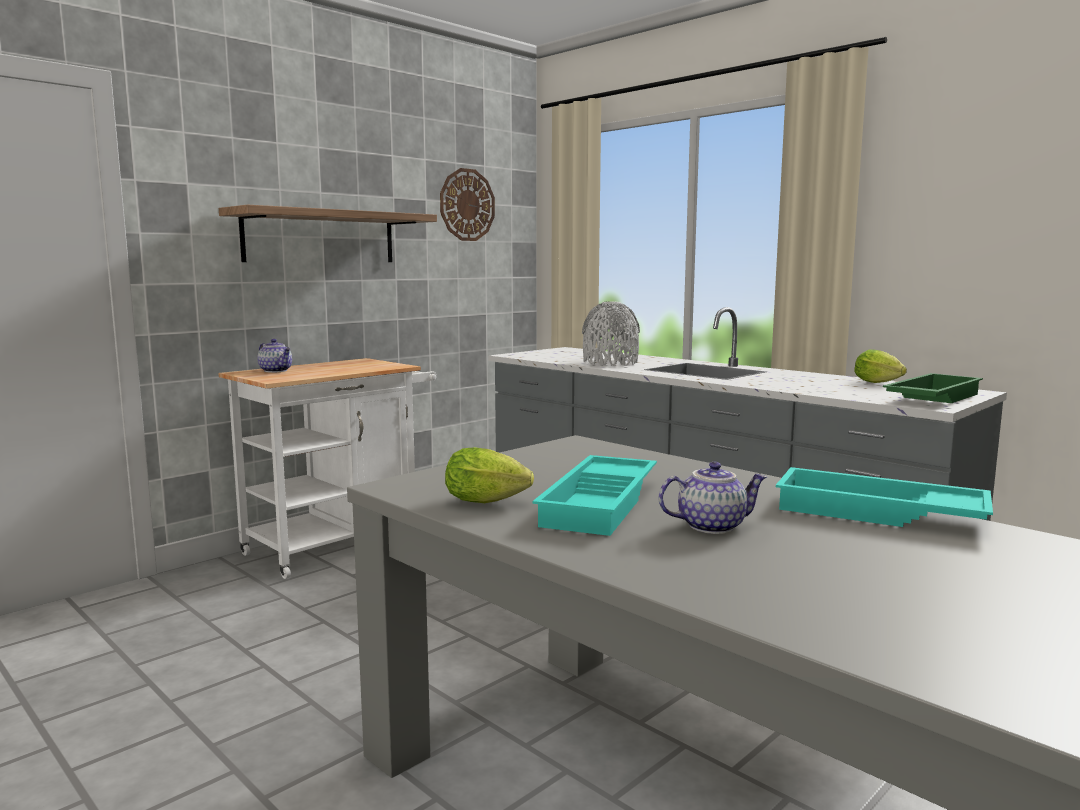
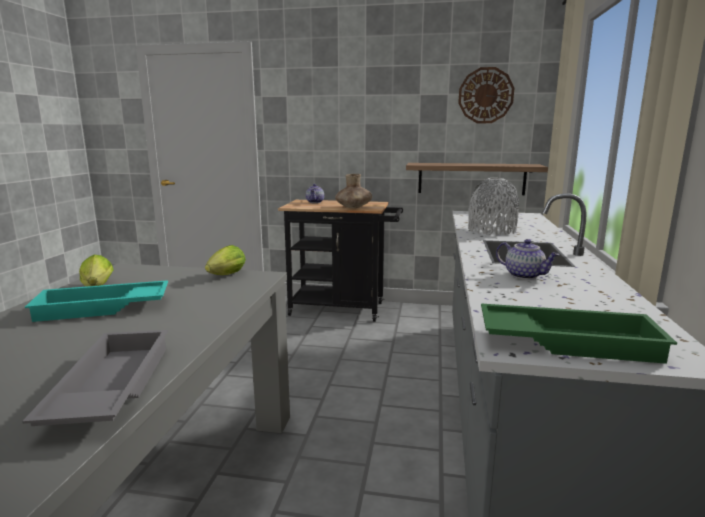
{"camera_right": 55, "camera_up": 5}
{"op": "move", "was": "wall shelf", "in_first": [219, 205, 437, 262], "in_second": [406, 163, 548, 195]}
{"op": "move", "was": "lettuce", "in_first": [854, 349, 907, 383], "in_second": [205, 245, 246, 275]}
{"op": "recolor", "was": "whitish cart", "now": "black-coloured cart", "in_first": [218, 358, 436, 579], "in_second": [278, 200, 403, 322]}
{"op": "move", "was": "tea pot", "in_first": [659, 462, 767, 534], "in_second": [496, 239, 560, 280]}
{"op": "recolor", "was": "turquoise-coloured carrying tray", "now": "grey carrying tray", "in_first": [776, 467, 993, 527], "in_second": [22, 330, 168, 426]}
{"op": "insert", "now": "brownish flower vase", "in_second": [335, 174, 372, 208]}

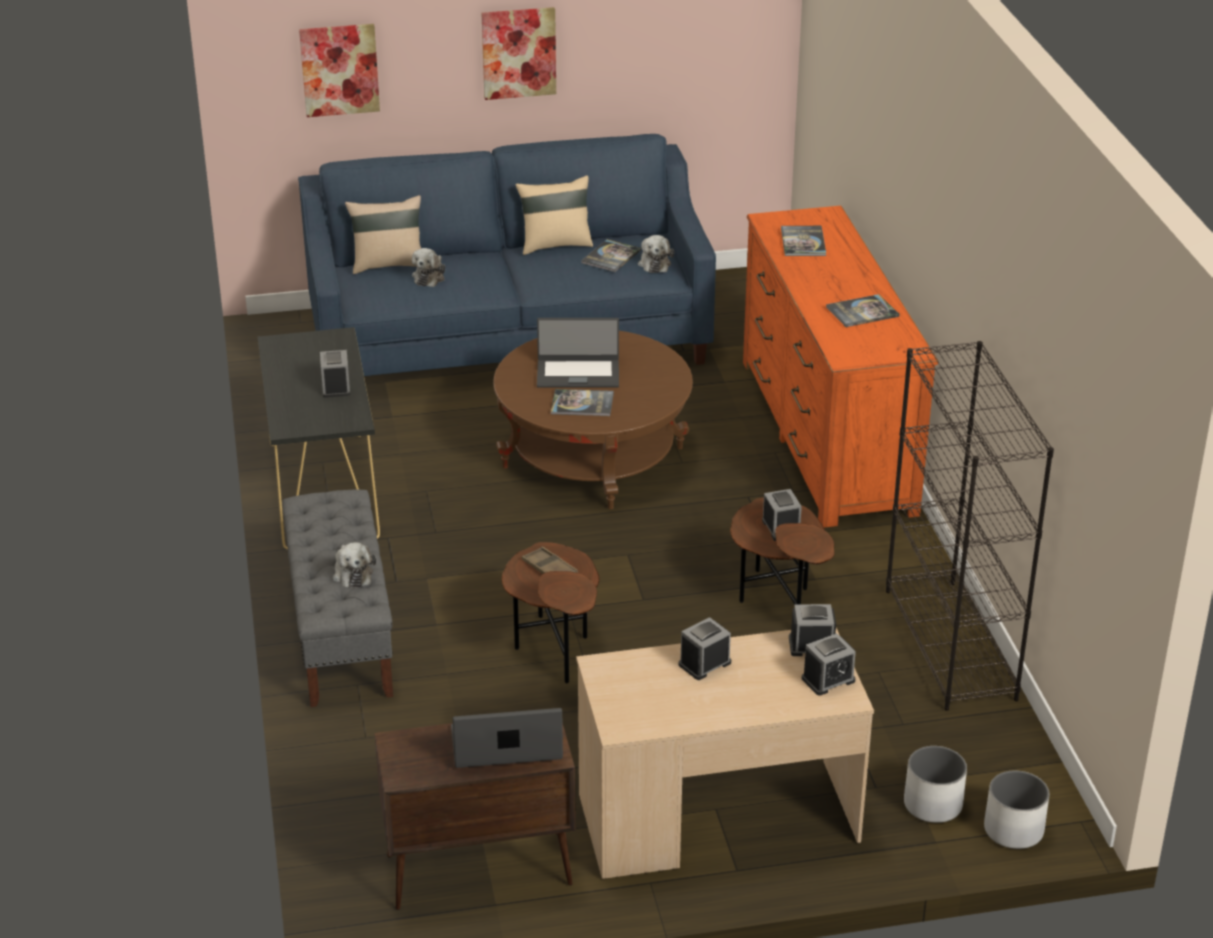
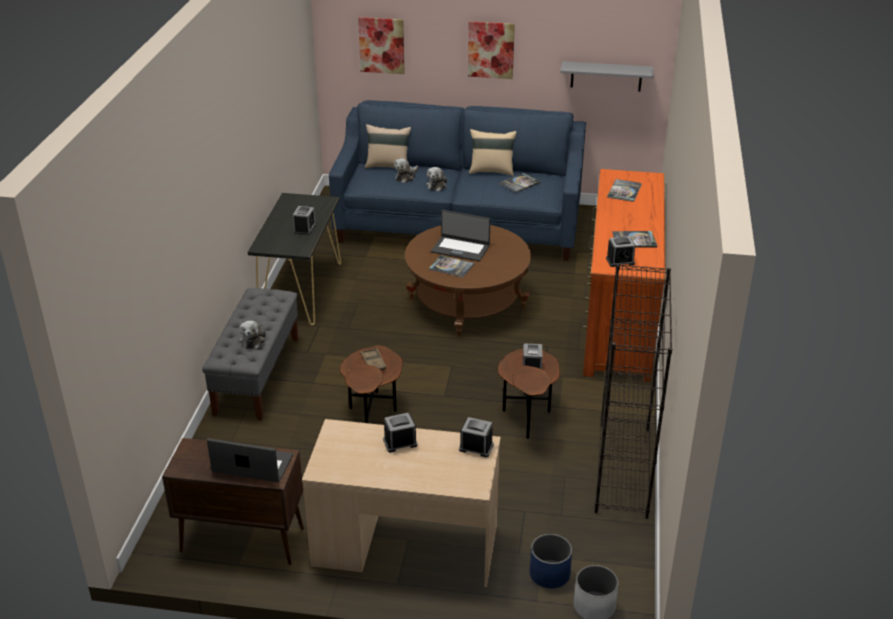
{"camera_right": 20, "camera_up": 0}
{"op": "move", "was": "soft toy", "in_first": [638, 235, 674, 273], "in_second": [426, 167, 447, 191]}
{"op": "move", "was": "bedside clock", "in_first": [802, 633, 856, 696], "in_second": [606, 236, 635, 267]}
{"op": "recolor", "was": "whitish flower pot", "now": "blue-coloured flower pot", "in_first": [904, 746, 967, 823], "in_second": [530, 534, 572, 589]}
{"op": "insert", "now": "grey wall shelf", "in_second": [560, 61, 653, 92]}

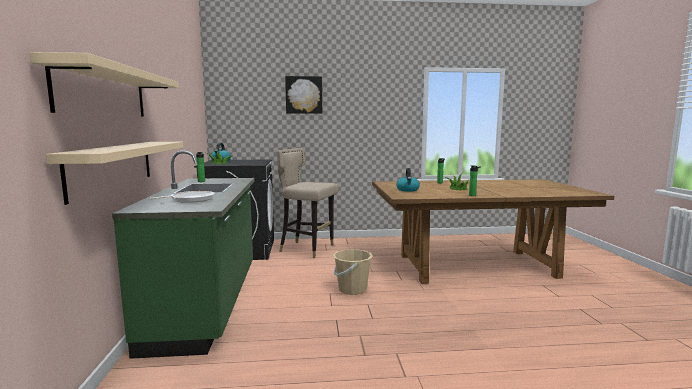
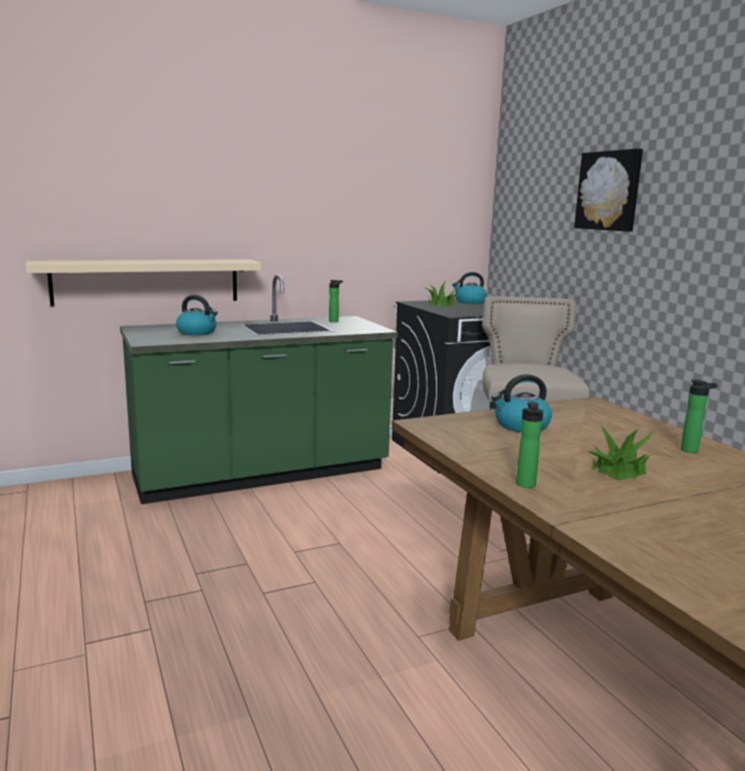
{"camera_right": 70, "camera_up": 5}
{"op": "delete", "was": "beige wall shelf", "in_first": [30, 52, 179, 117]}
{"op": "replace", "was": "skillet", "now": "kettle", "in_first": [149, 191, 214, 203], "in_second": [176, 295, 218, 335]}
{"op": "delete", "was": "beige bucket", "in_first": [333, 249, 373, 295]}

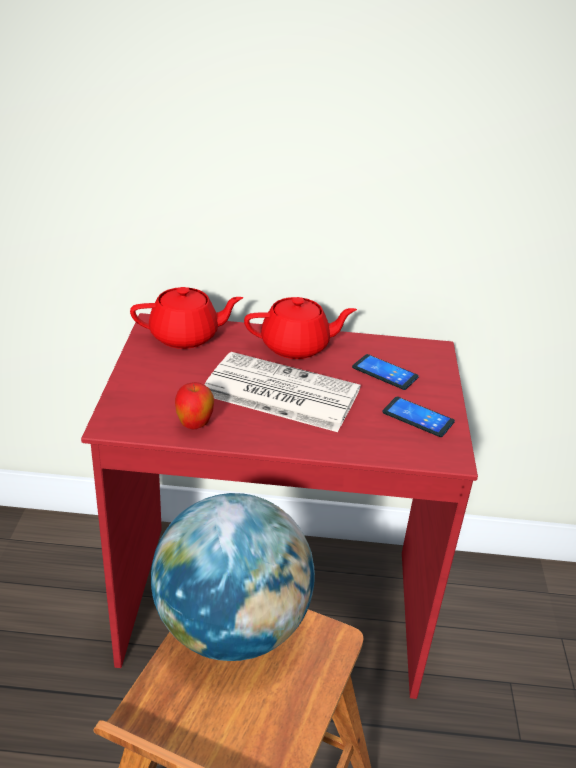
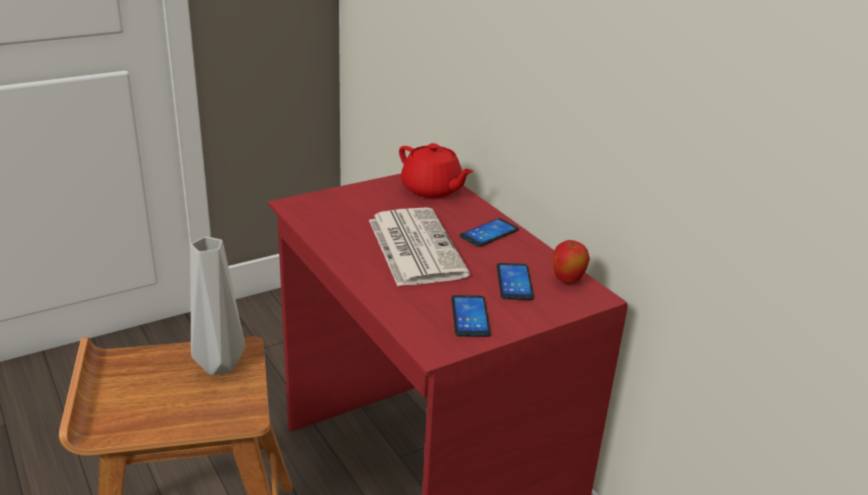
{"camera_right": 55, "camera_up": -5}
{"op": "replace", "was": "red-coloured tea pot", "now": "phone", "in_first": [244, 297, 357, 359], "in_second": [460, 218, 519, 247]}
{"op": "move", "was": "apple fruit", "in_first": [175, 382, 214, 429], "in_second": [553, 240, 590, 284]}
{"op": "replace", "was": "world globe", "now": "grey flower vase", "in_first": [151, 493, 315, 661], "in_second": [190, 237, 245, 375]}

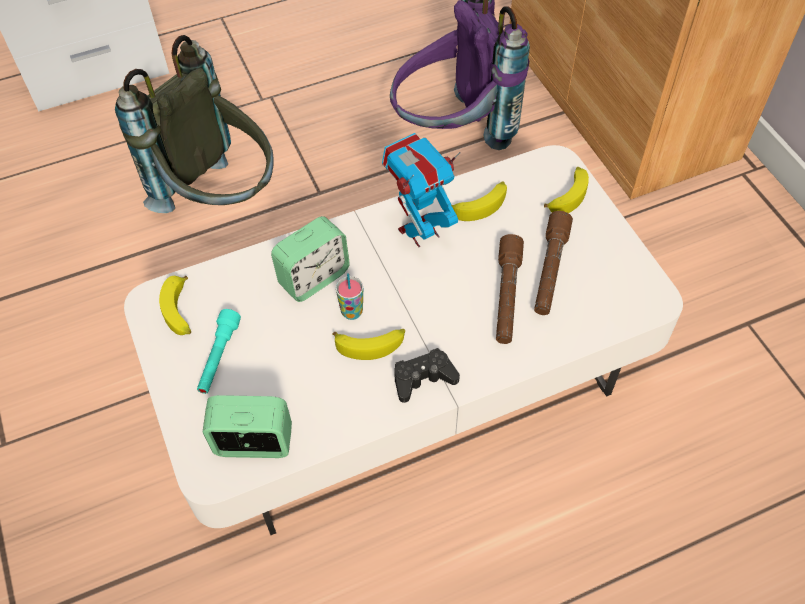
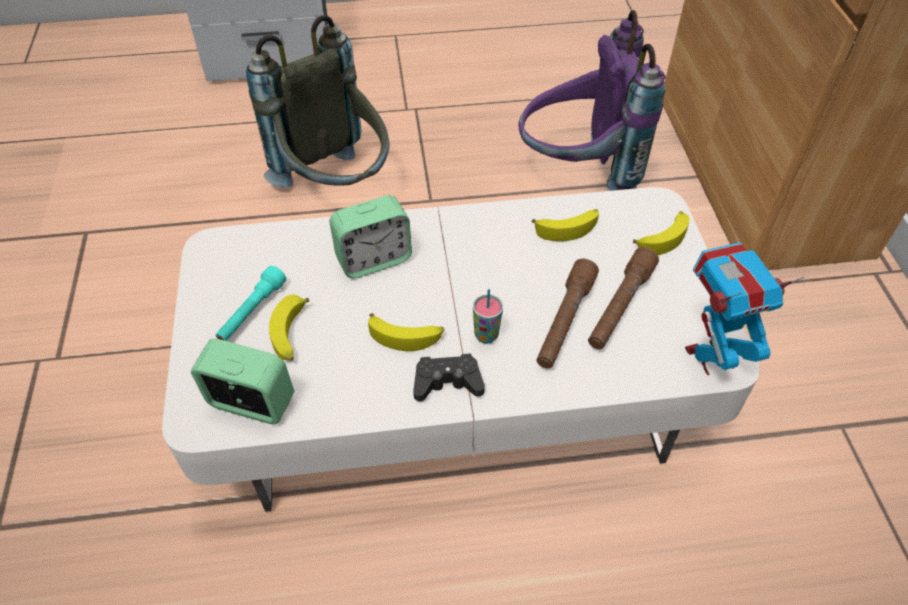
{"camera_right": 15, "camera_up": -5}
{"op": "move", "was": "robot figure", "in_first": [382, 133, 461, 247], "in_second": [685, 242, 804, 375]}
{"op": "move", "was": "small cup", "in_first": [336, 273, 363, 320], "in_second": [473, 289, 503, 344]}
{"op": "move", "was": "banana fruit", "in_first": [159, 275, 191, 335], "in_second": [269, 294, 309, 361]}

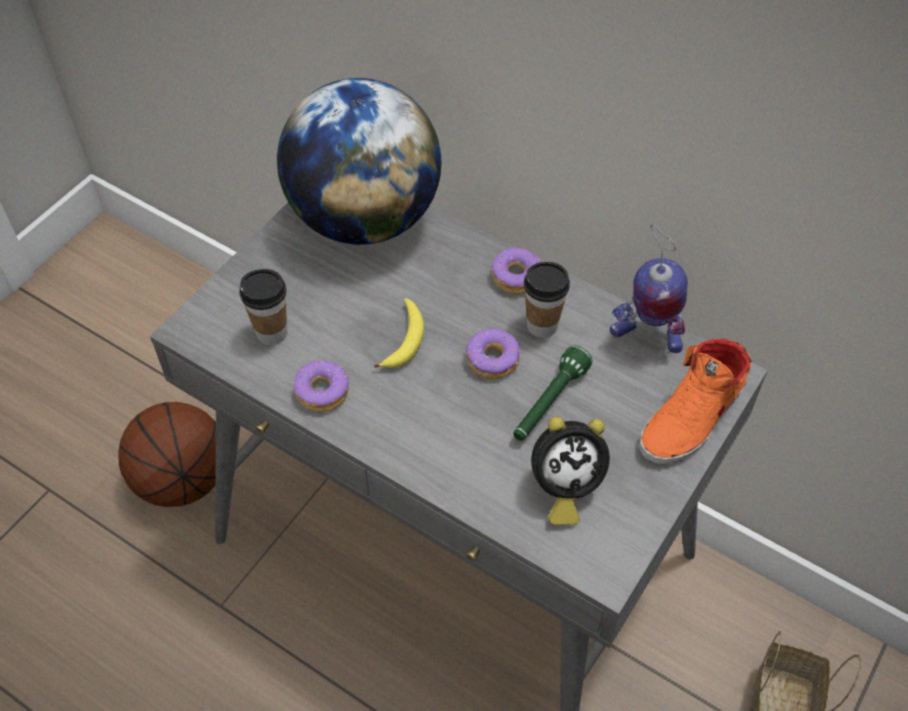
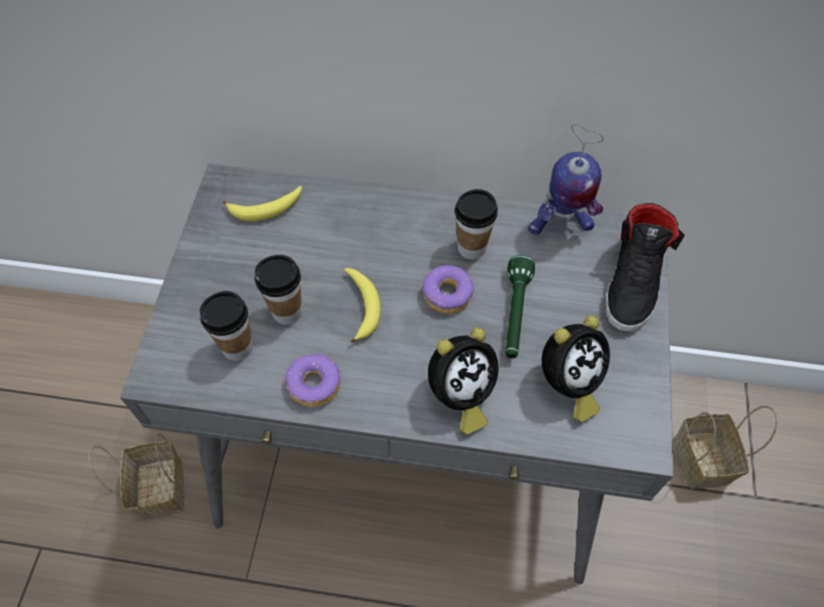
{"camera_right": -25, "camera_up": 5}
{"op": "replace", "was": "world globe", "now": "banana fruit", "in_first": [277, 78, 441, 245], "in_second": [223, 186, 302, 221]}
{"op": "delete", "was": "doughnut", "in_first": [492, 248, 542, 294]}
{"op": "recolor", "was": "orangey item of footwear", "now": "black-coloured item of footwear", "in_first": [639, 338, 752, 464], "in_second": [606, 203, 685, 332]}
{"op": "replace", "was": "basketball", "now": "basket", "in_first": [118, 402, 216, 507], "in_second": [88, 433, 184, 520]}
{"op": "insert", "now": "small cup", "in_second": [255, 255, 302, 325]}
{"op": "insert", "now": "bedside clock", "in_second": [428, 327, 498, 434]}

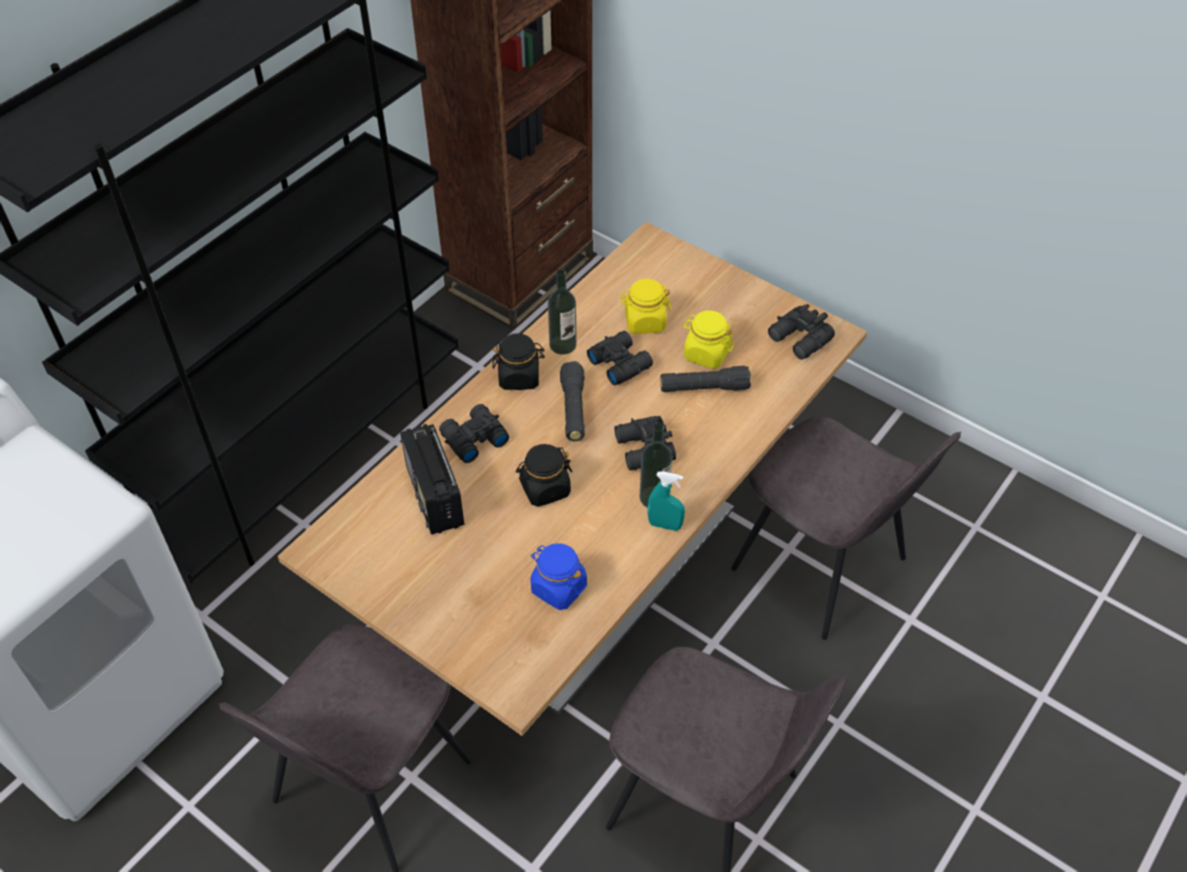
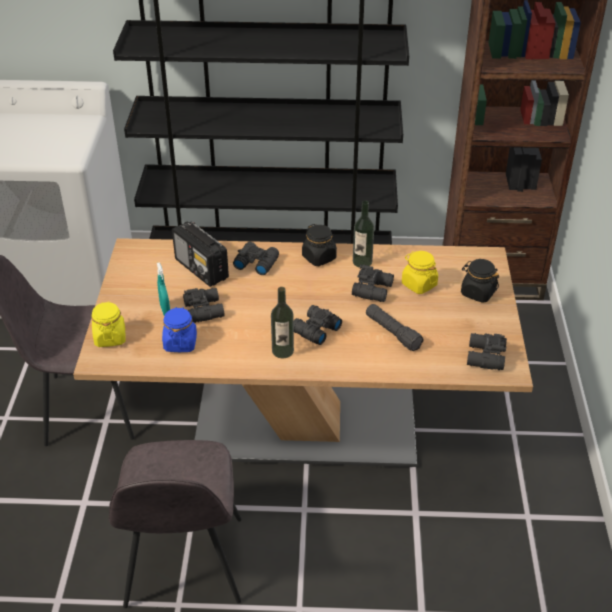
{"camera_right": 55, "camera_up": -10}
{"op": "move", "was": "yellowish storage jar", "in_first": [683, 310, 734, 369], "in_second": [91, 302, 126, 347]}
{"op": "delete", "was": "black-coloured torch", "in_first": [560, 361, 585, 442]}
{"op": "delete", "was": "grey plain chair", "in_first": [731, 416, 961, 640]}
{"op": "rotate", "was": "radio", "in_first": [400, 424, 464, 535], "in_second": [172, 222, 229, 287], "clockwise": -75}
{"op": "move", "was": "black-coloured storage jar", "in_first": [516, 444, 572, 507], "in_second": [461, 259, 499, 303]}
{"op": "move", "was": "turquoise-coloured hand sprayer", "in_first": [647, 471, 685, 531], "in_second": [157, 262, 170, 316]}
{"op": "insert", "now": "black-coloured binoculars", "in_second": [183, 288, 225, 323]}

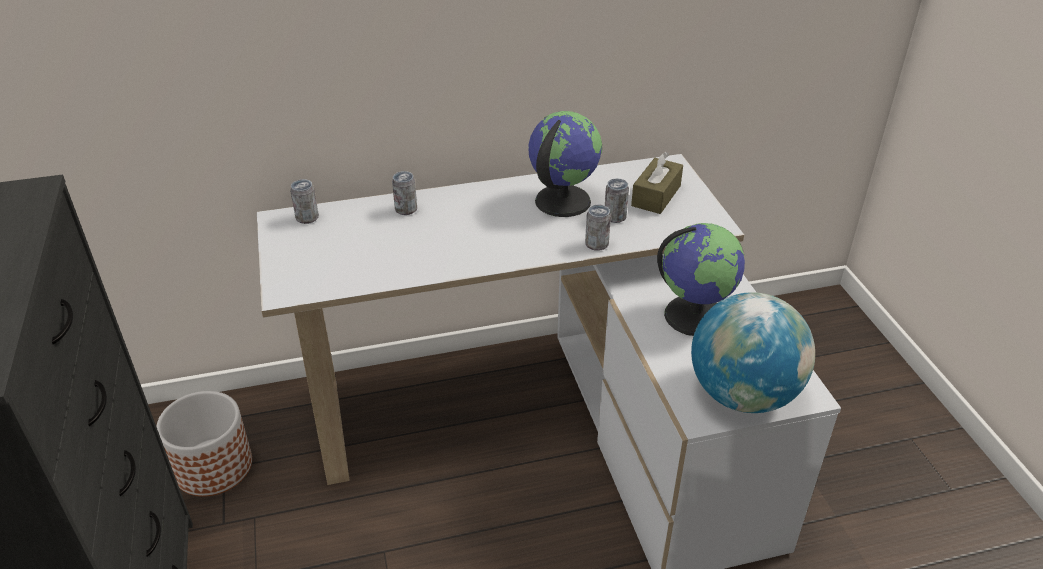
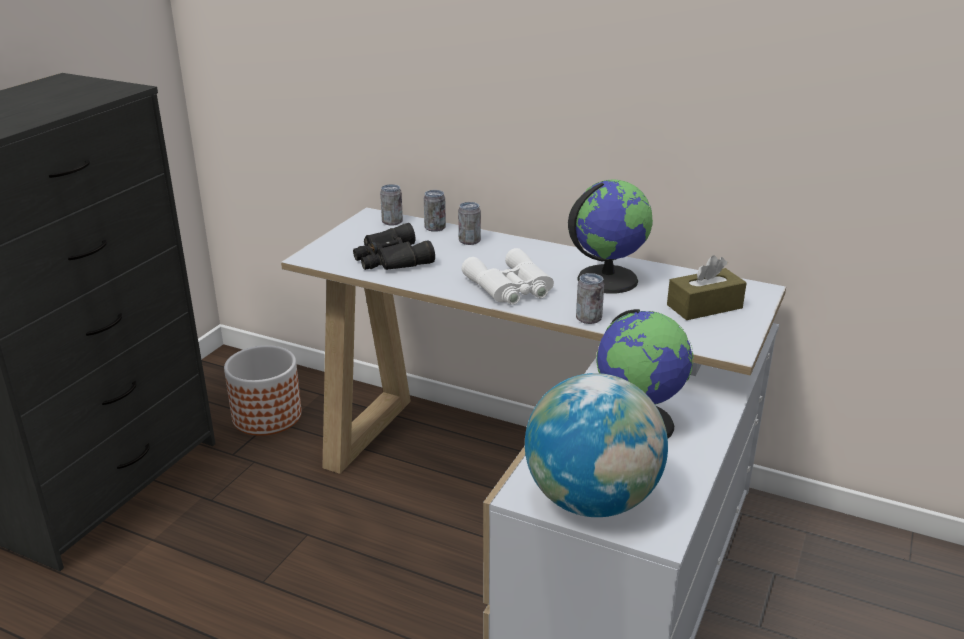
{"camera_right": 40, "camera_up": -10}
{"op": "move", "was": "sealed can", "in_first": [605, 178, 629, 223], "in_second": [424, 190, 446, 232]}
{"op": "insert", "now": "black-coloured binoculars", "in_second": [353, 223, 435, 270]}
{"op": "insert", "now": "whitish binoculars", "in_second": [462, 248, 554, 305]}

